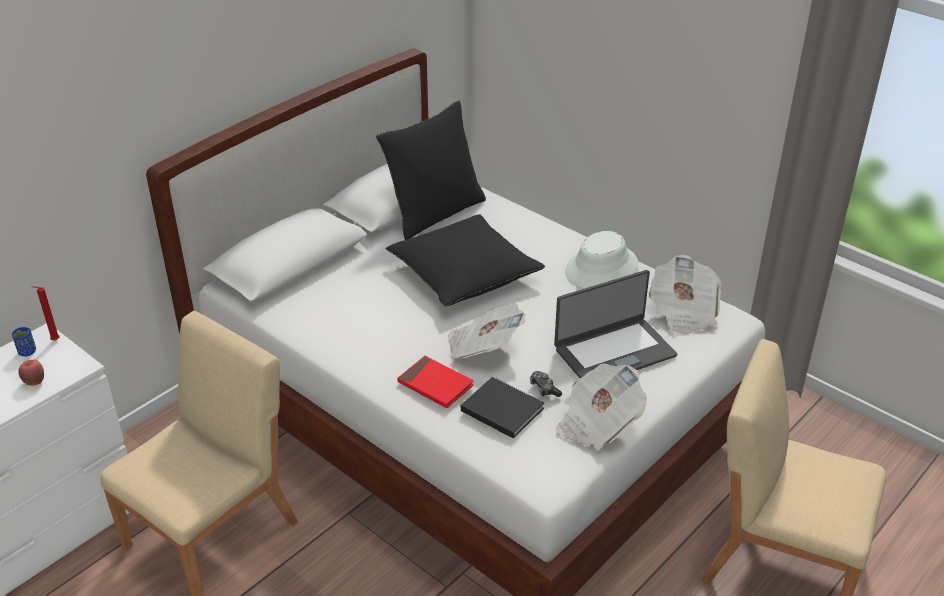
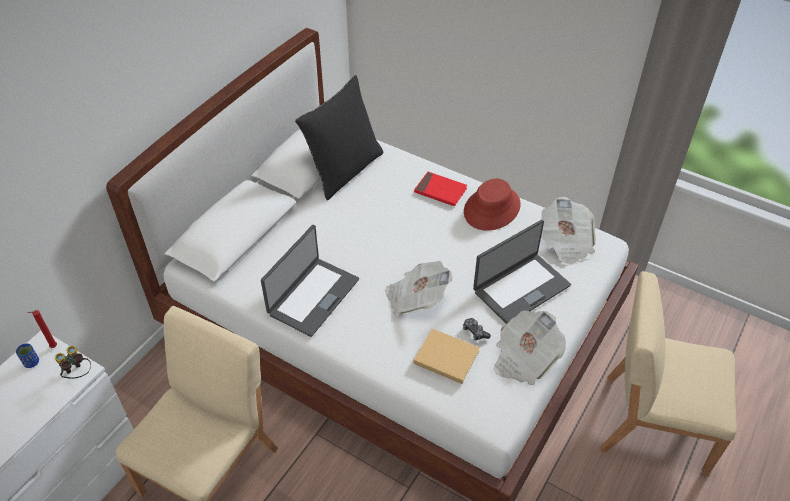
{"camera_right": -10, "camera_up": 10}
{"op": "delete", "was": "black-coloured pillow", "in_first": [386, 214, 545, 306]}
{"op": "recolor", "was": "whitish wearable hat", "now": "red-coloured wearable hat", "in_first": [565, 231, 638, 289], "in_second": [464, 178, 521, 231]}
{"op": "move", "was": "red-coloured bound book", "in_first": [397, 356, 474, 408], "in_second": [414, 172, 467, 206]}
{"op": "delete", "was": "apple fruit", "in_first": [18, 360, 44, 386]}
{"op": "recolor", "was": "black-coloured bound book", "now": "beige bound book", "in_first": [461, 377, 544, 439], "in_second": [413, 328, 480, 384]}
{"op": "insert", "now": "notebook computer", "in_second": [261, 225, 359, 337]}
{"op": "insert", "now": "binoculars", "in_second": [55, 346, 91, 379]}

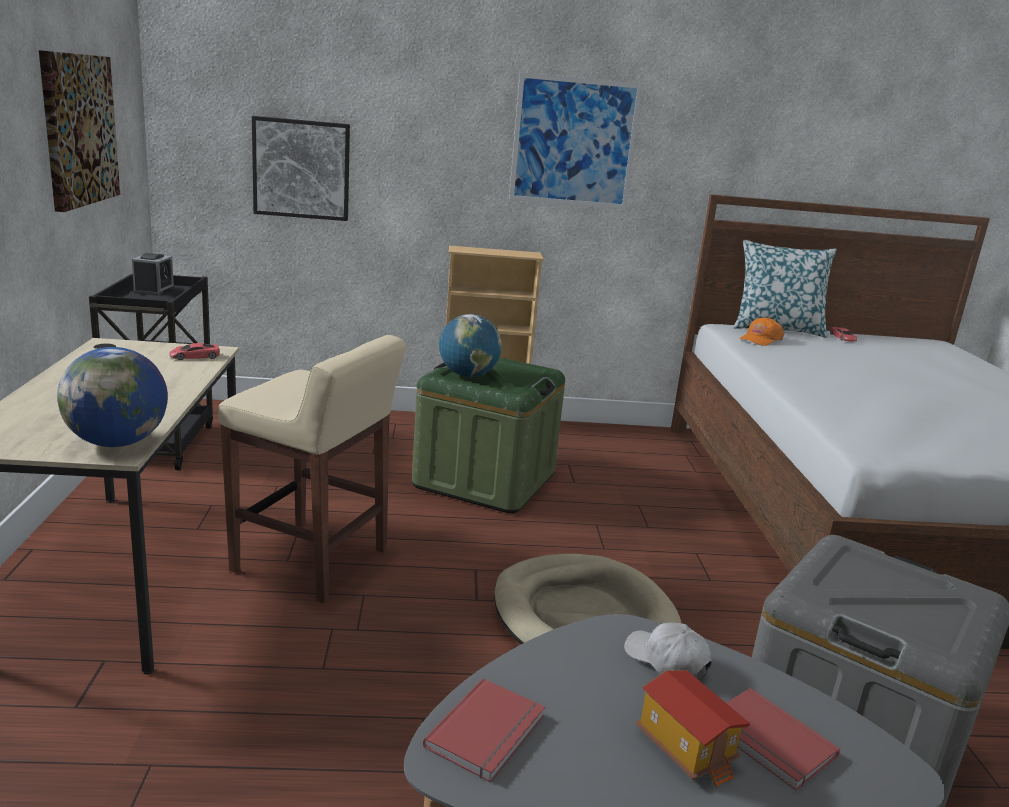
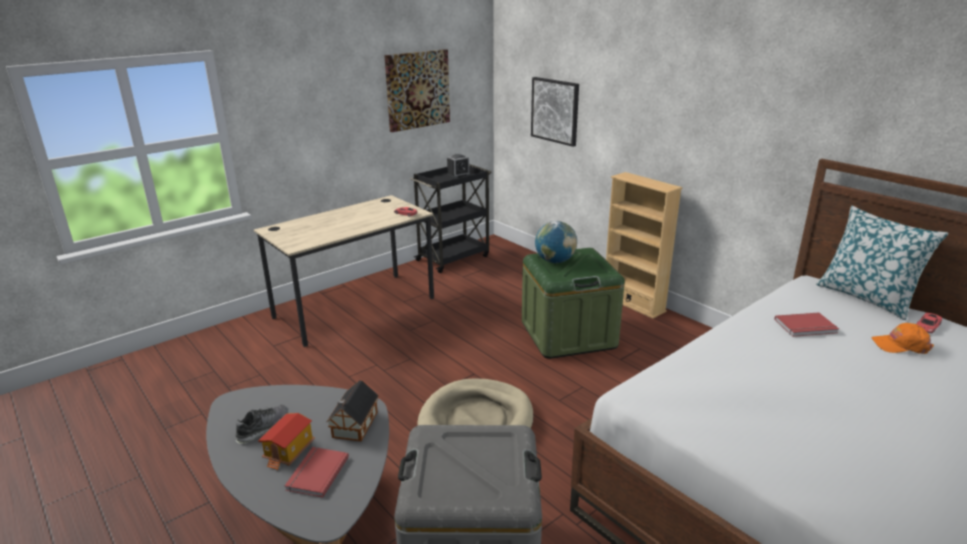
{"camera_right": 55, "camera_up": 5}
{"op": "delete", "was": "picture", "in_first": [509, 72, 643, 209]}
{"op": "move", "was": "orangey peaked cap", "in_first": [739, 317, 784, 346], "in_second": [872, 323, 934, 354]}
{"op": "delete", "was": "beige stool seat", "in_first": [218, 335, 406, 603]}
{"op": "delete", "was": "world globe", "in_first": [57, 347, 168, 447]}
{"op": "replace", "was": "whitish peaked cap", "now": "toy house", "in_first": [624, 622, 712, 681], "in_second": [326, 380, 379, 442]}
{"op": "move", "was": "red-coloured bound book", "in_first": [423, 678, 545, 782], "in_second": [774, 313, 839, 337]}
{"op": "insert", "now": "item of footwear", "in_second": [235, 404, 289, 444]}

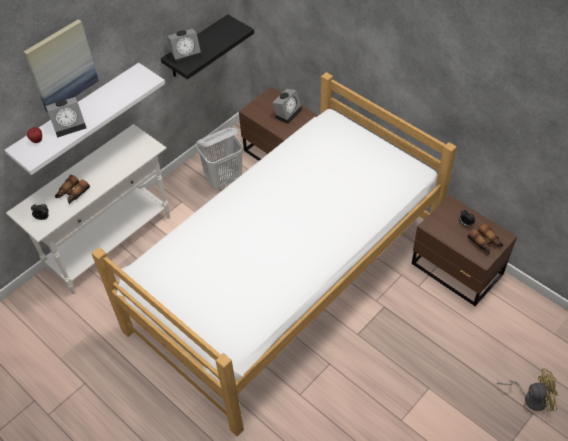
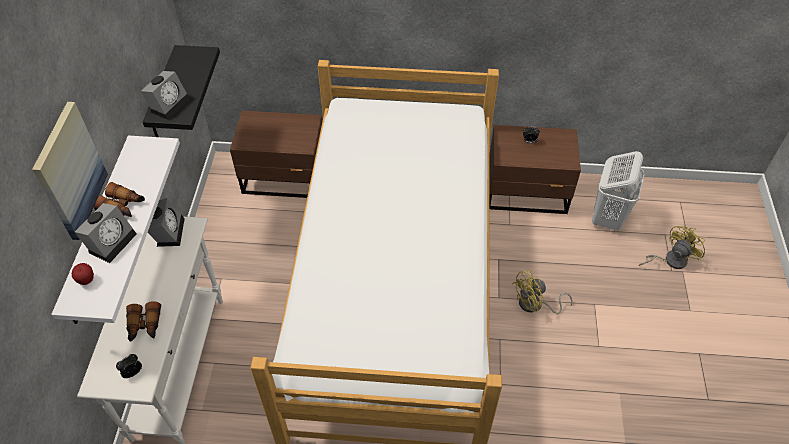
{"camera_right": -40, "camera_up": 0}
{"op": "move", "was": "bedside clock", "in_first": [272, 89, 302, 124], "in_second": [148, 198, 185, 247]}
{"op": "move", "was": "whitish laundry basket", "in_first": [196, 128, 243, 190], "in_second": [592, 151, 645, 231]}
{"op": "move", "was": "binoculars", "in_first": [468, 224, 503, 254], "in_second": [94, 182, 145, 217]}
{"op": "insert", "now": "yellowish electric fan", "in_second": [512, 270, 572, 314]}

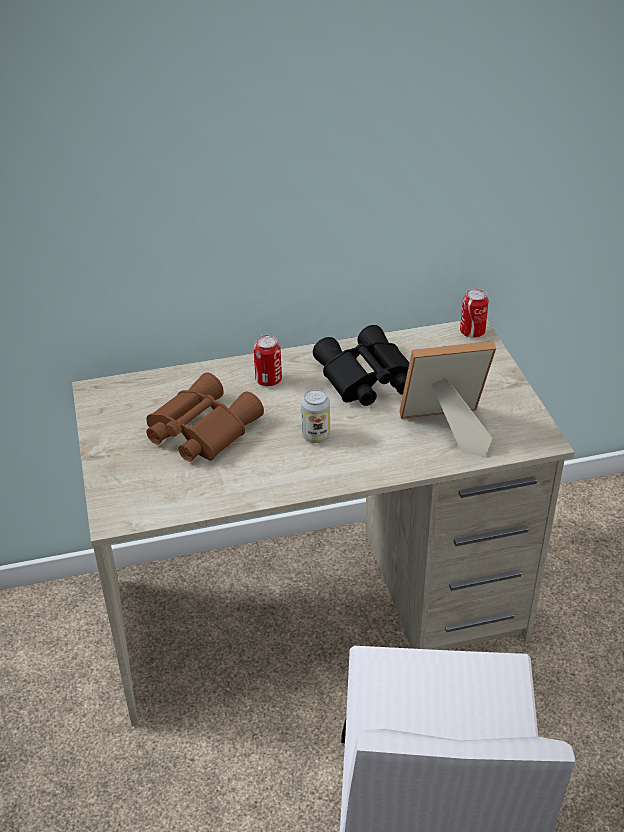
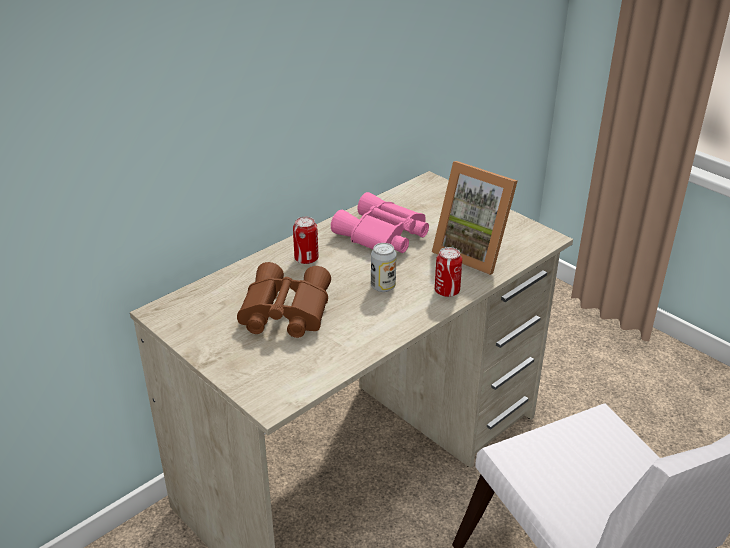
{"camera_right": -30, "camera_up": -5}
{"op": "move", "was": "sealed can", "in_first": [460, 288, 488, 338], "in_second": [435, 247, 462, 297]}
{"op": "recolor", "was": "black-coloured binoculars", "now": "pink binoculars", "in_first": [313, 325, 410, 406], "in_second": [331, 192, 429, 253]}
{"op": "rotate", "was": "standing frame", "in_first": [399, 341, 496, 457], "in_second": [432, 161, 518, 275], "clockwise": -105}

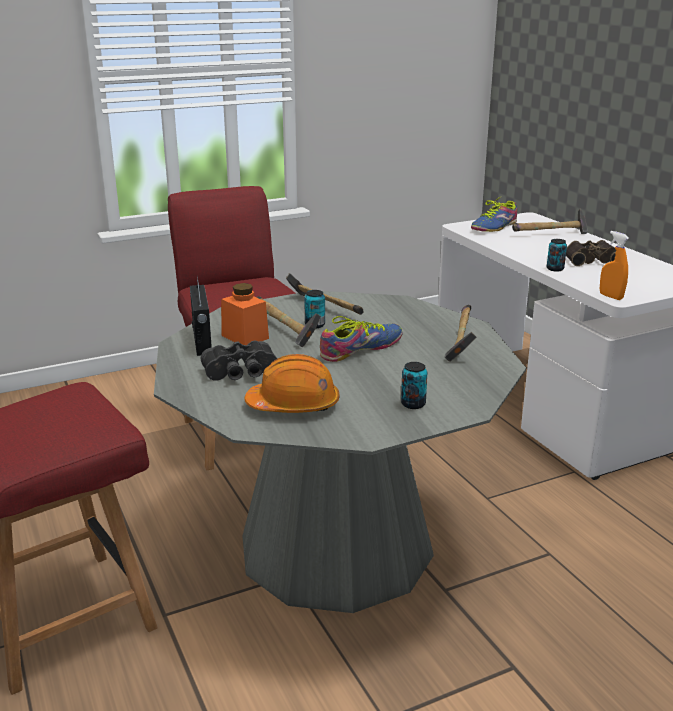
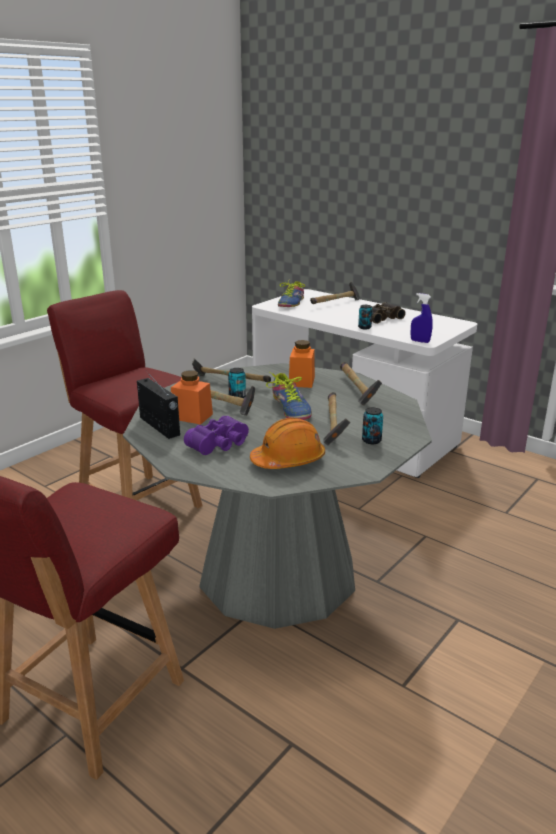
{"camera_right": -25, "camera_up": 0}
{"op": "recolor", "was": "orangey hand sprayer", "now": "blue-coloured hand sprayer", "in_first": [600, 231, 629, 300], "in_second": [410, 293, 433, 343]}
{"op": "rotate", "was": "item of footwear", "in_first": [320, 316, 403, 362], "in_second": [266, 372, 312, 420], "clockwise": 135}
{"op": "recolor", "was": "black-coloured binoculars", "now": "purple binoculars", "in_first": [201, 341, 277, 381], "in_second": [184, 416, 249, 455]}
{"op": "insert", "now": "orangey storage jar", "in_second": [289, 340, 315, 388]}
{"op": "insert", "now": "hammer", "in_second": [323, 392, 351, 445]}

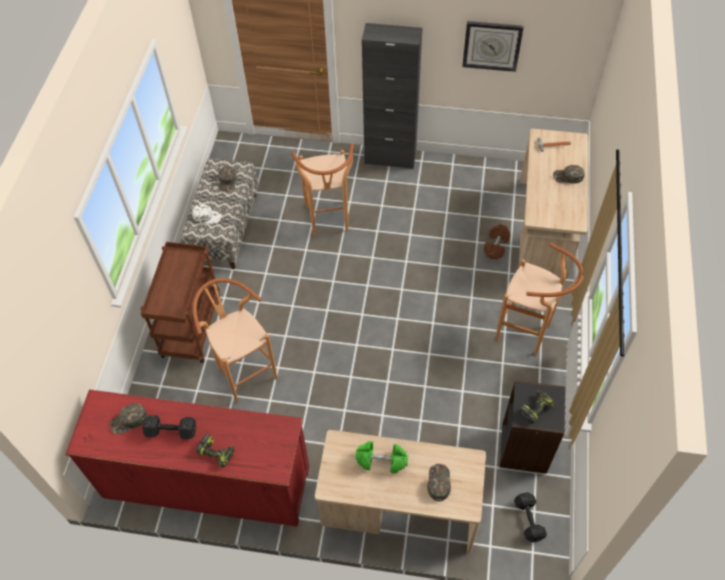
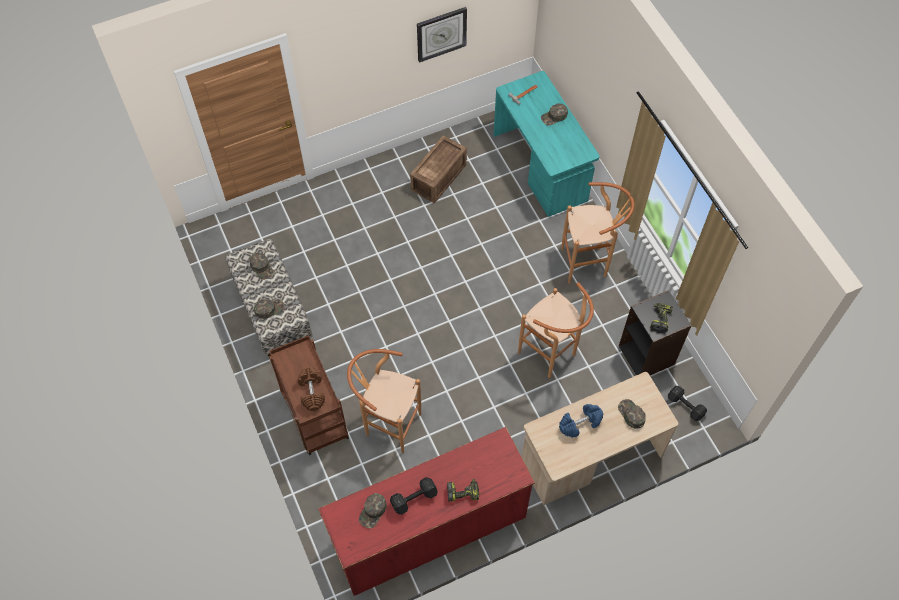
{"camera_right": -35, "camera_up": 5}
{"op": "delete", "was": "black-coloured cupboard", "in_first": [362, 23, 422, 169]}
{"op": "recolor", "was": "beige desk table", "now": "turquoise-coloured desk table", "in_first": [519, 129, 588, 279], "in_second": [493, 71, 600, 217]}
{"op": "move", "was": "brownish stool seat", "in_first": [291, 144, 354, 236], "in_second": [518, 282, 594, 378]}
{"op": "recolor", "was": "whitish peaked cap", "now": "green peaked cap", "in_first": [192, 204, 222, 224], "in_second": [254, 299, 285, 319]}
{"op": "move", "was": "brownish free weight", "in_first": [484, 224, 510, 259], "in_second": [297, 367, 325, 411]}
{"op": "recolor", "was": "green free weight", "now": "blue-coloured free weight", "in_first": [355, 441, 408, 473], "in_second": [559, 404, 603, 438]}
{"op": "insert", "now": "packing crate", "in_second": [410, 135, 467, 203]}

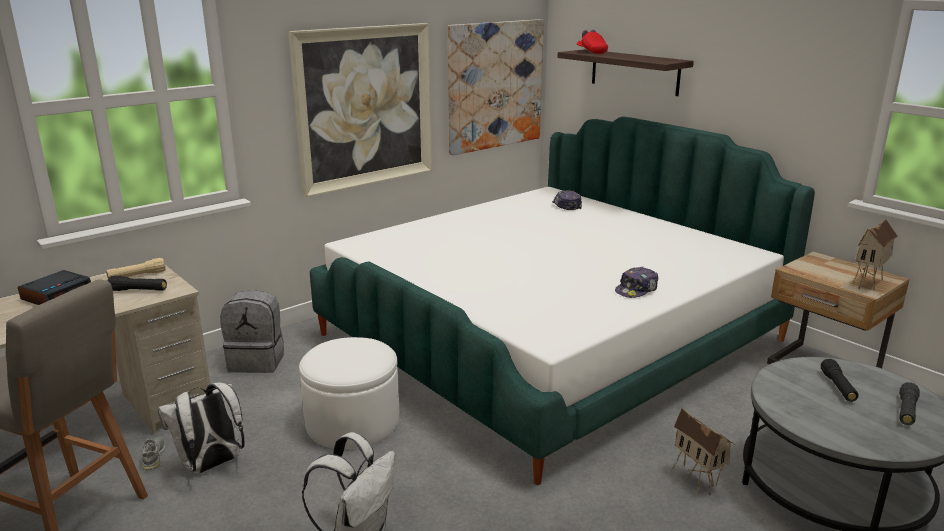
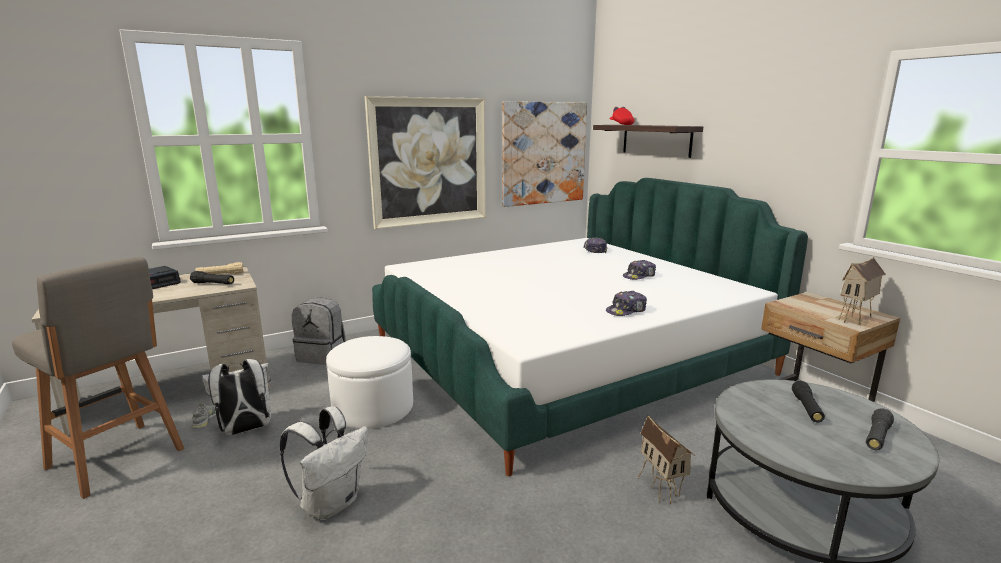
{"camera_right": 10, "camera_up": -5}
{"op": "insert", "now": "peaked cap", "in_second": [623, 260, 656, 280]}

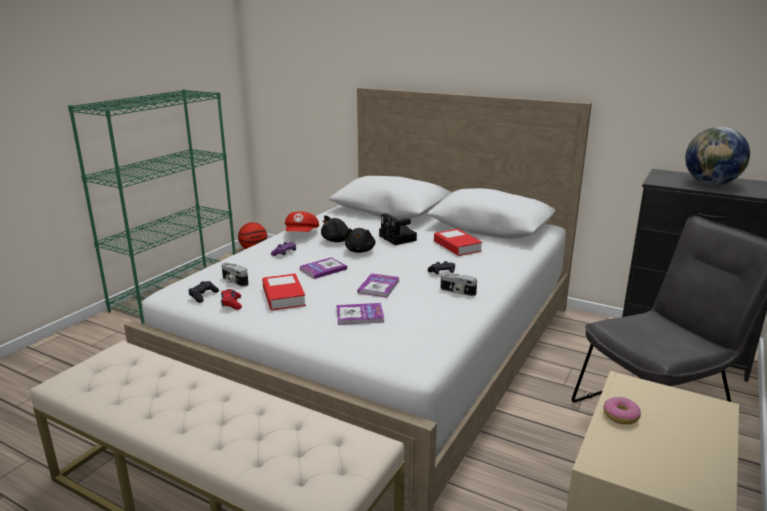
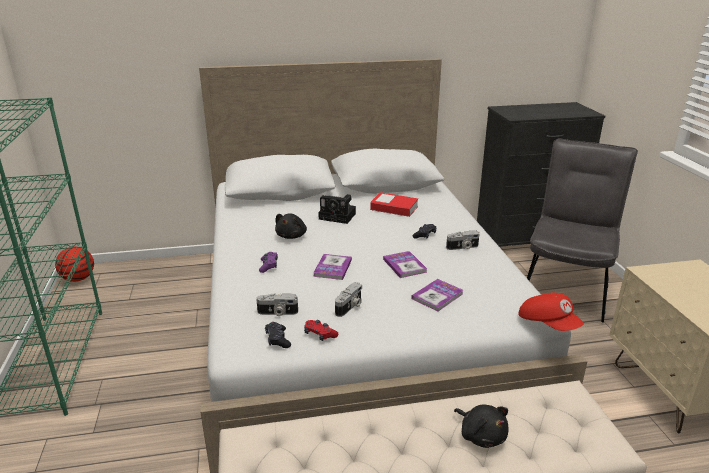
{"camera_right": -40, "camera_up": 5}
{"op": "delete", "was": "world globe", "in_first": [685, 127, 750, 185]}
{"op": "move", "was": "red-coloured peaked cap", "in_first": [285, 211, 319, 232], "in_second": [519, 293, 584, 331]}
{"op": "move", "was": "black-coloured soft toy", "in_first": [345, 228, 376, 253], "in_second": [454, 404, 509, 448]}
{"op": "replace", "was": "bound book", "now": "still camera", "in_first": [262, 273, 306, 311], "in_second": [335, 282, 362, 317]}
{"op": "delete", "was": "doughnut", "in_first": [603, 397, 641, 425]}

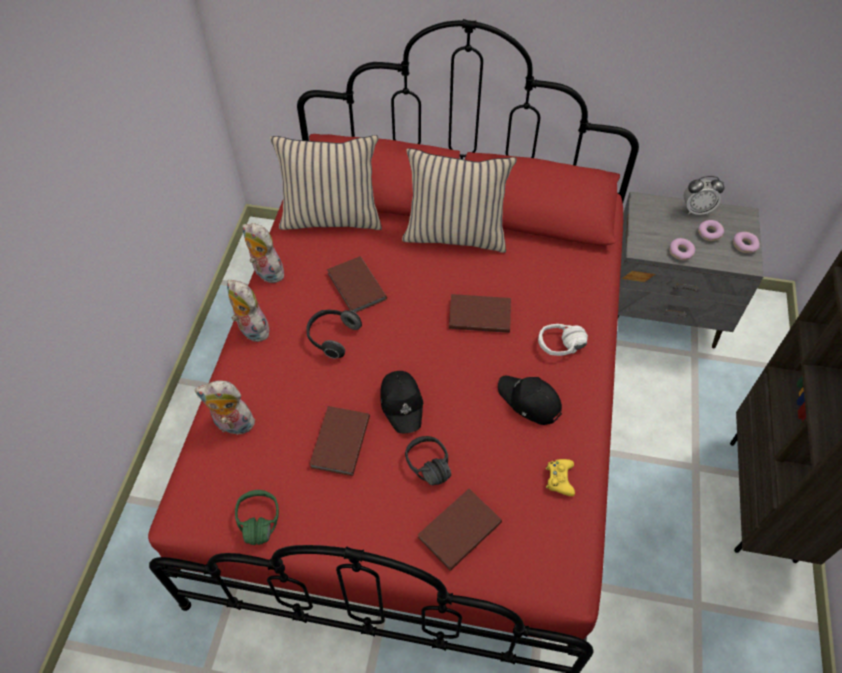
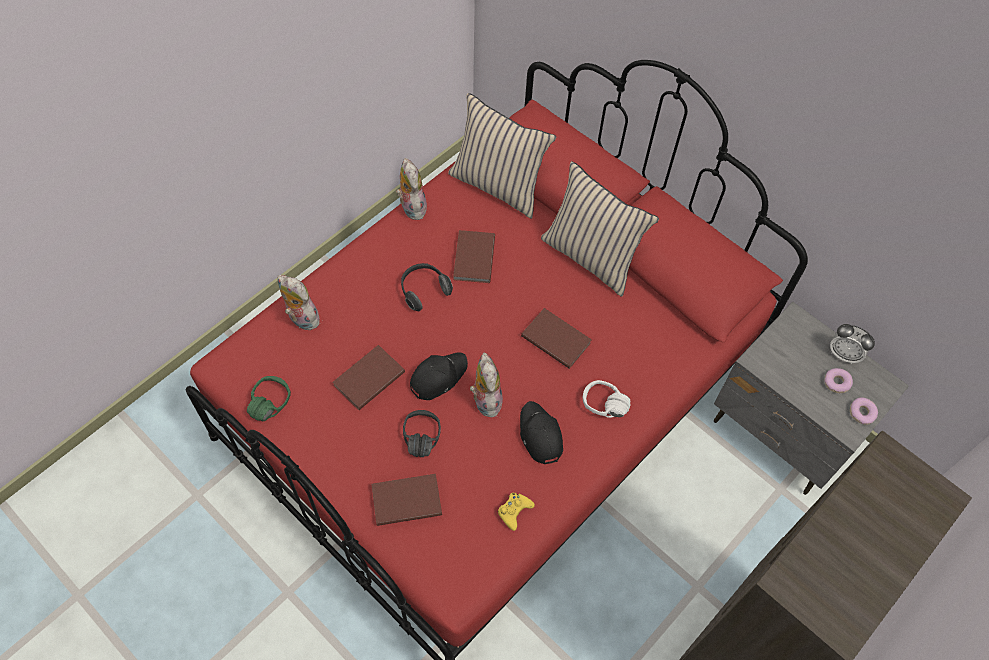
{"camera_right": 30, "camera_up": 5}
{"op": "delete", "was": "doughnut", "in_first": [669, 238, 695, 261]}
{"op": "move", "was": "soft toy", "in_first": [227, 280, 269, 342], "in_second": [470, 352, 503, 417]}
{"op": "rotate", "was": "black-coloured peaked cap", "in_first": [380, 371, 423, 433], "in_second": [410, 352, 468, 400], "clockwise": -150}

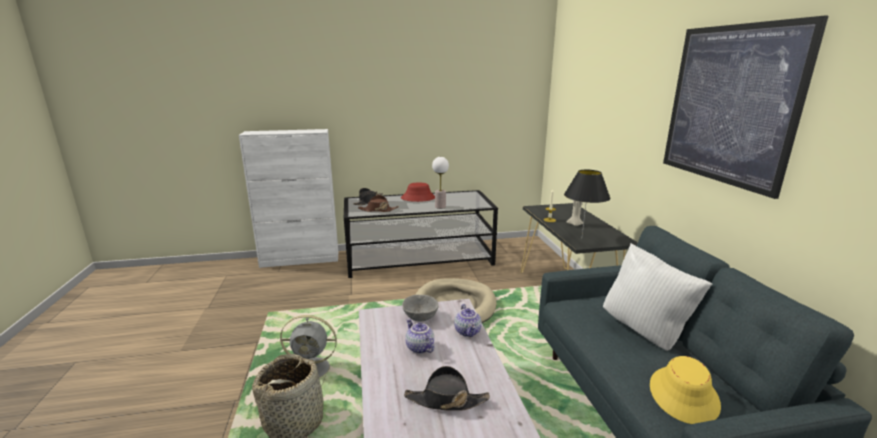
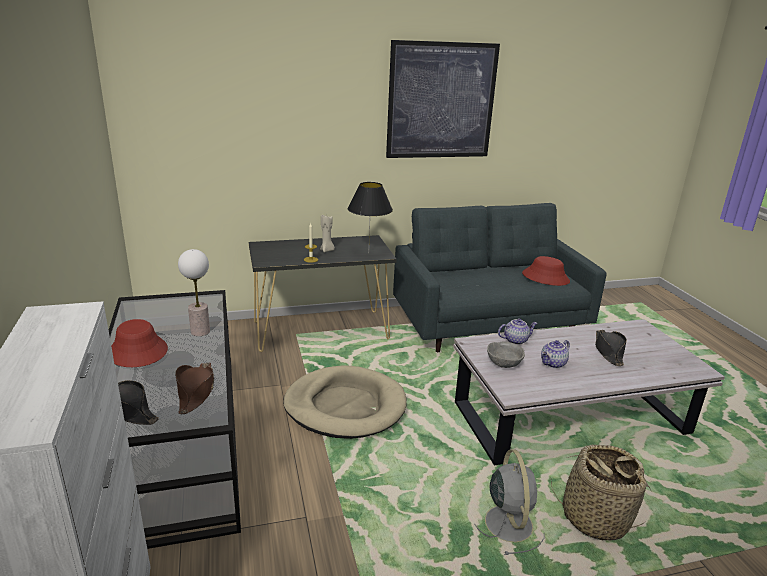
{"camera_right": -95, "camera_up": 5}
{"op": "delete", "was": "whitish pillow", "in_first": [603, 243, 712, 351]}
{"op": "recolor", "was": "yellowish wearable hat", "now": "red-coloured wearable hat", "in_first": [650, 356, 721, 424], "in_second": [522, 256, 570, 286]}

